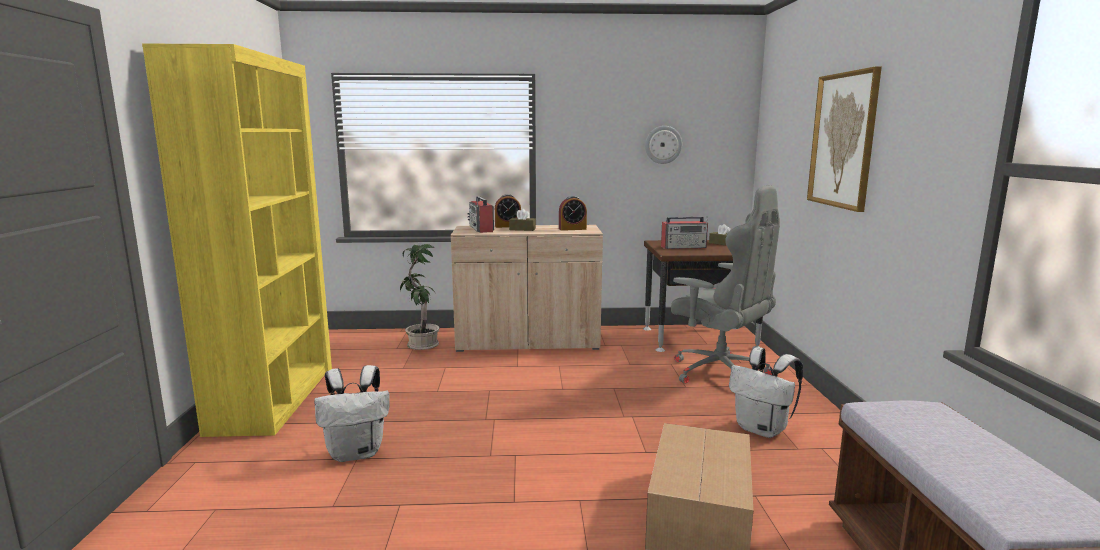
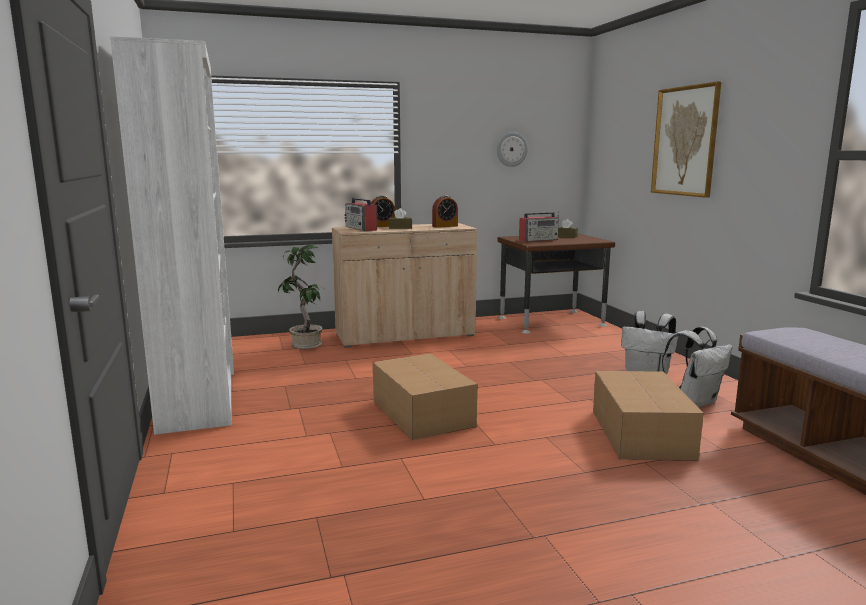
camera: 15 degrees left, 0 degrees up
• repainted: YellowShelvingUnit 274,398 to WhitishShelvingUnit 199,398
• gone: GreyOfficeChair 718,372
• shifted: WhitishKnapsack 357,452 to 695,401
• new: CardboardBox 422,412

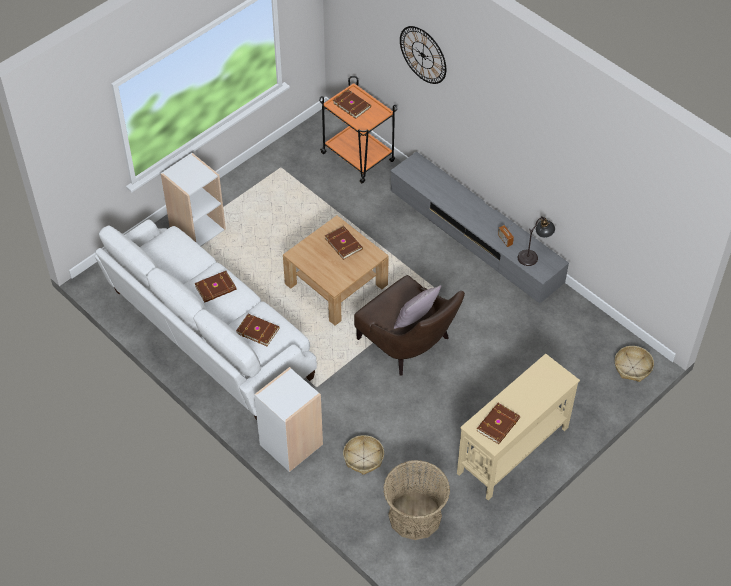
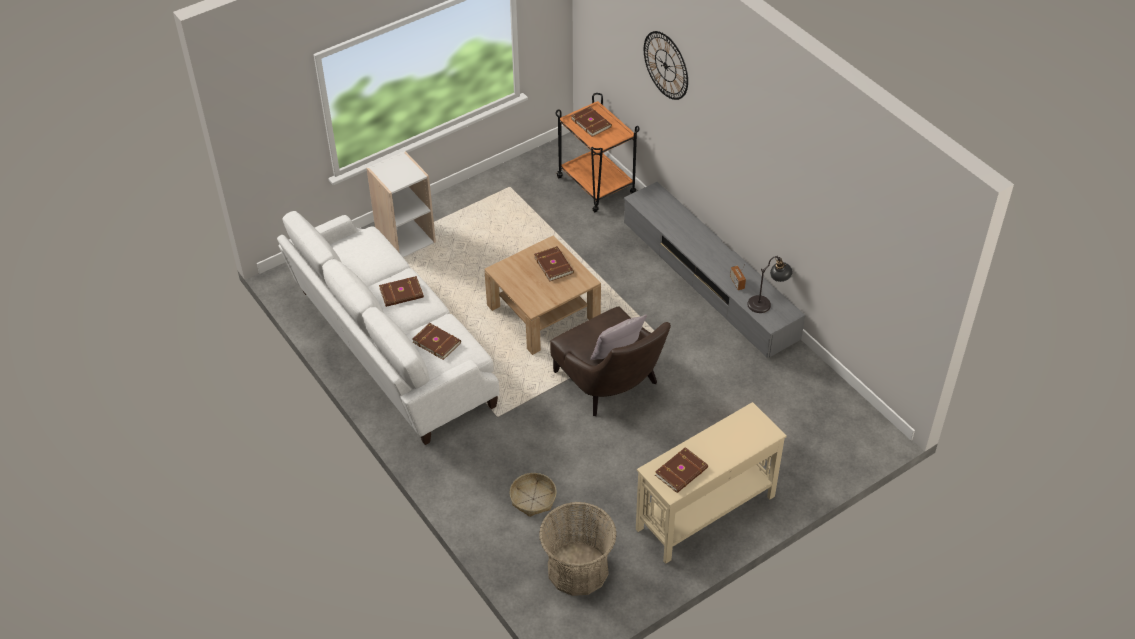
camera: 10 degrees right, 5 degrees down
• gone: StorageBasket 632,367
• gone: ShelvingUnit 291,444

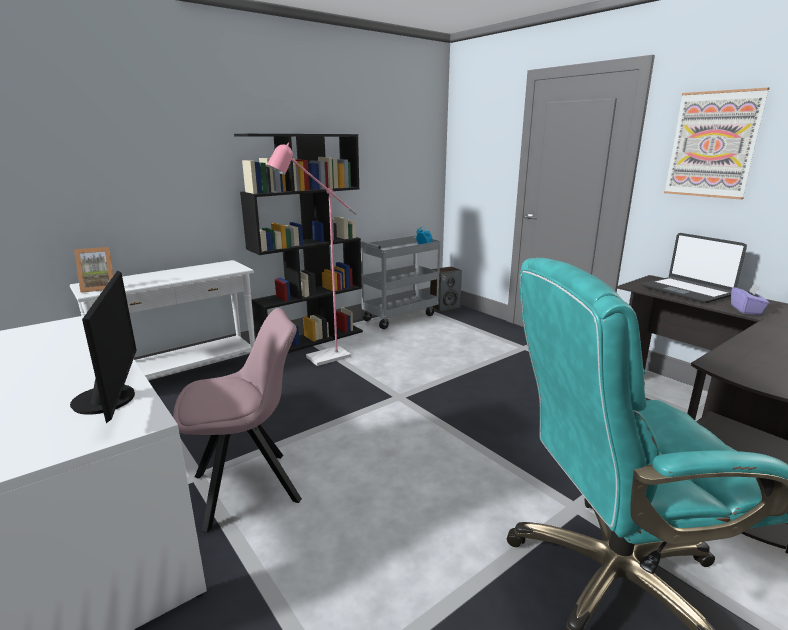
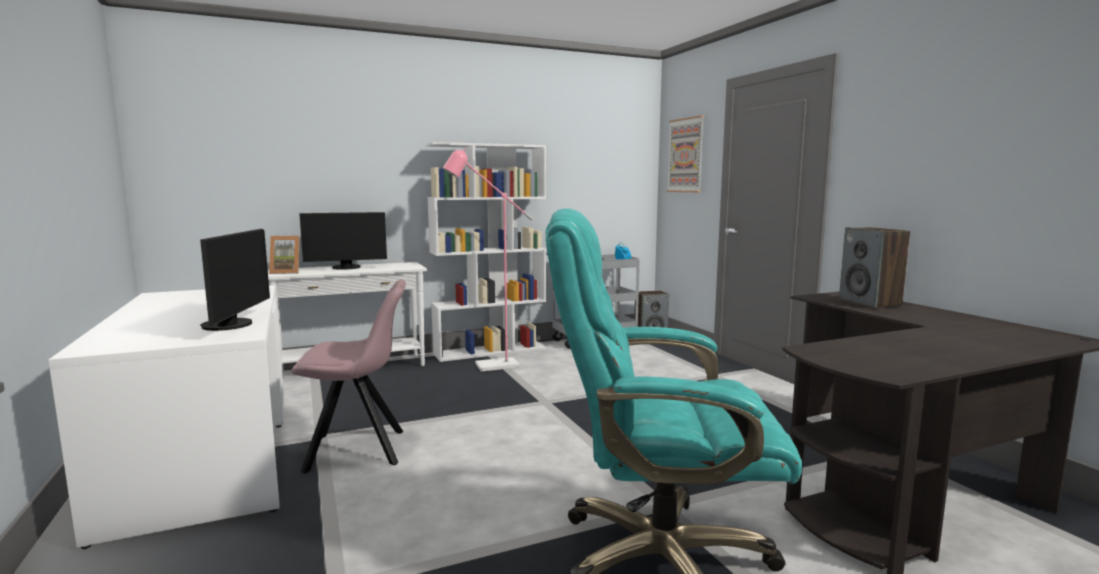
camera: 15 degrees right, 10 degrees down
• shifted: WallPicture 713,145 to 685,155
• repainted: BlackishShelvingUnit 311,339 to WhitishShelvingUnit 490,351
• swapped: Laptop 686,291 to AudioSpeaker 870,303
• gone: PurplishTissueHolder 746,310
• new: ComputerScreen 346,268

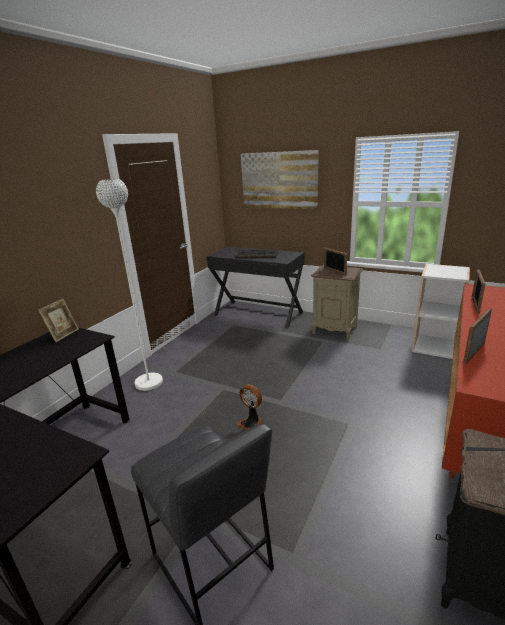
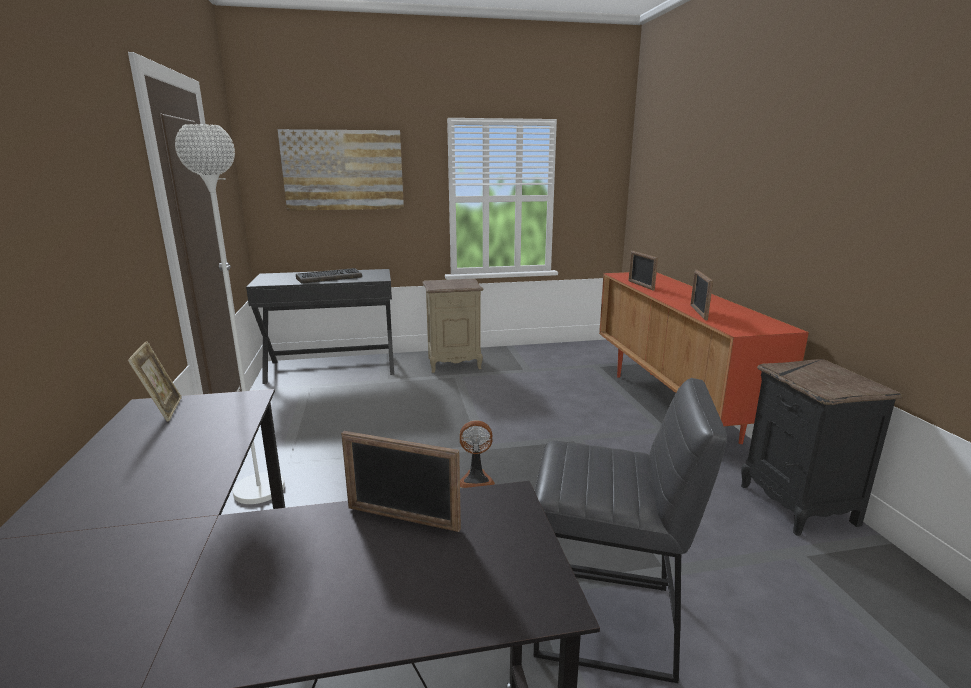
camera: 40 degrees left, 5 degrees down
• shifted: PictureFrame 334,271 to 402,518
• gone: ShelvingUnit 434,346

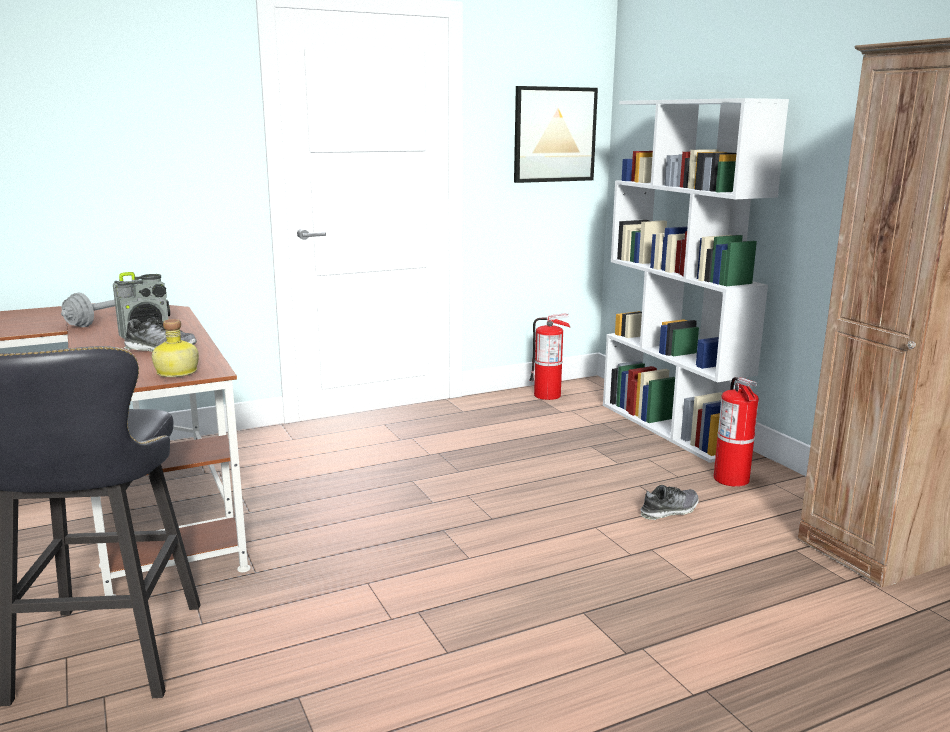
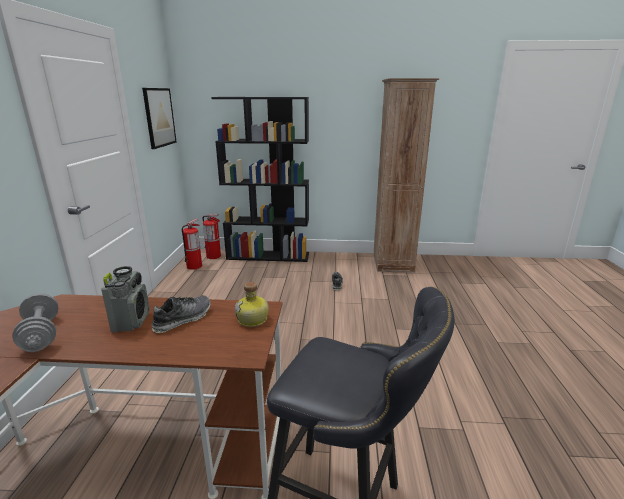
camera: 60 degrees left, 5 degrees up
• repainted: WhitishShelvingUnit 671,428 to BlackishShelvingUnit 269,256
• shifted: Extinguisher 731,479 to 214,256

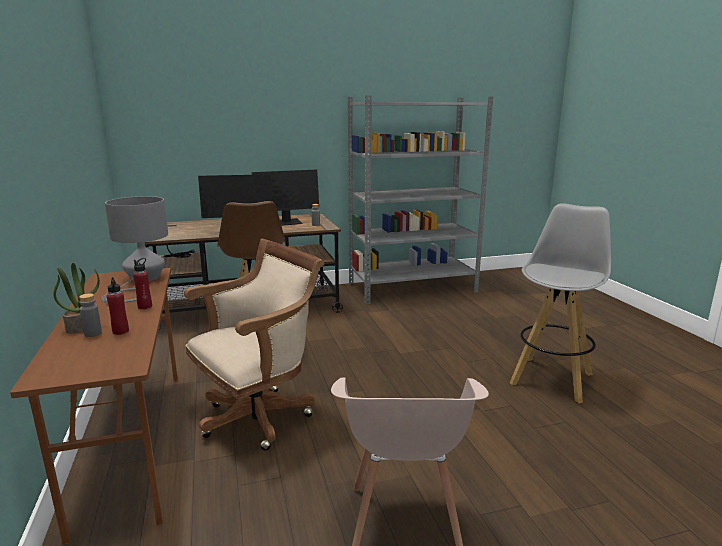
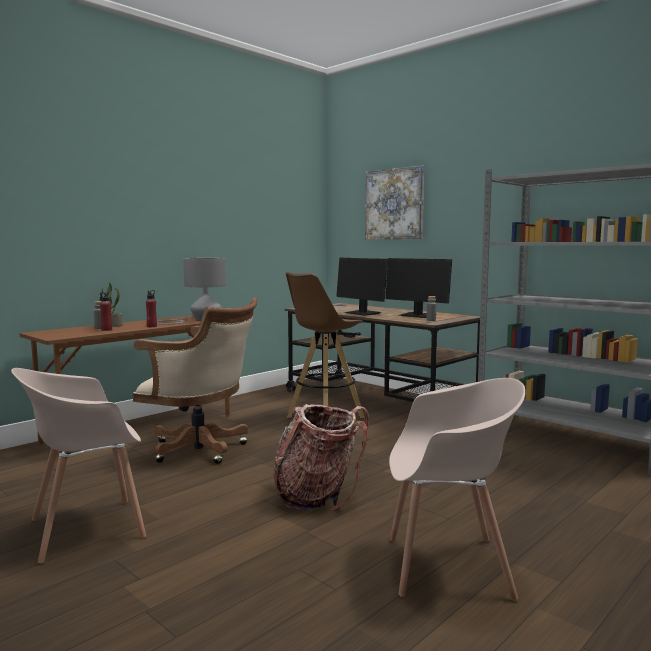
camera: 60 degrees right, 10 degrees down
• swapped: GreyStool 553,378 to BeigeUprightChair 450,567
• new: WallPicture 394,204
• new: Knapsack 318,496

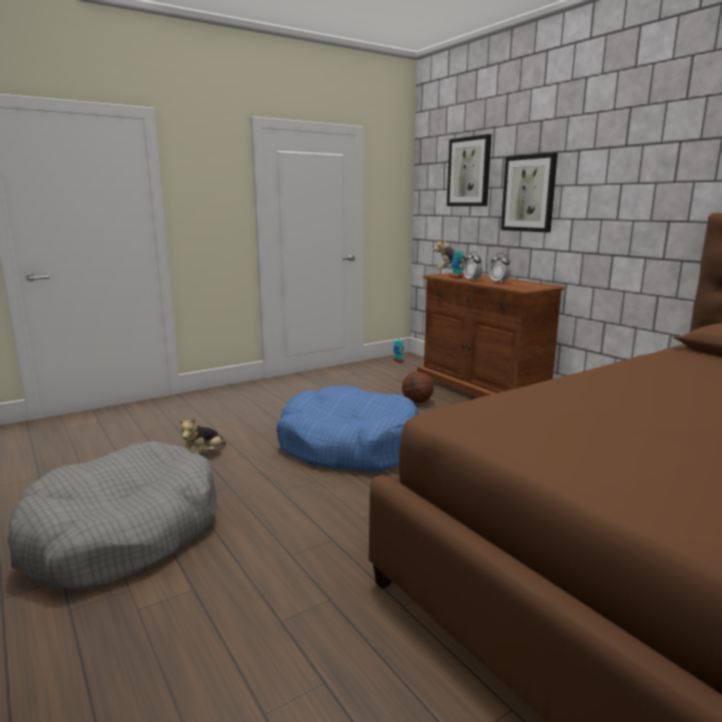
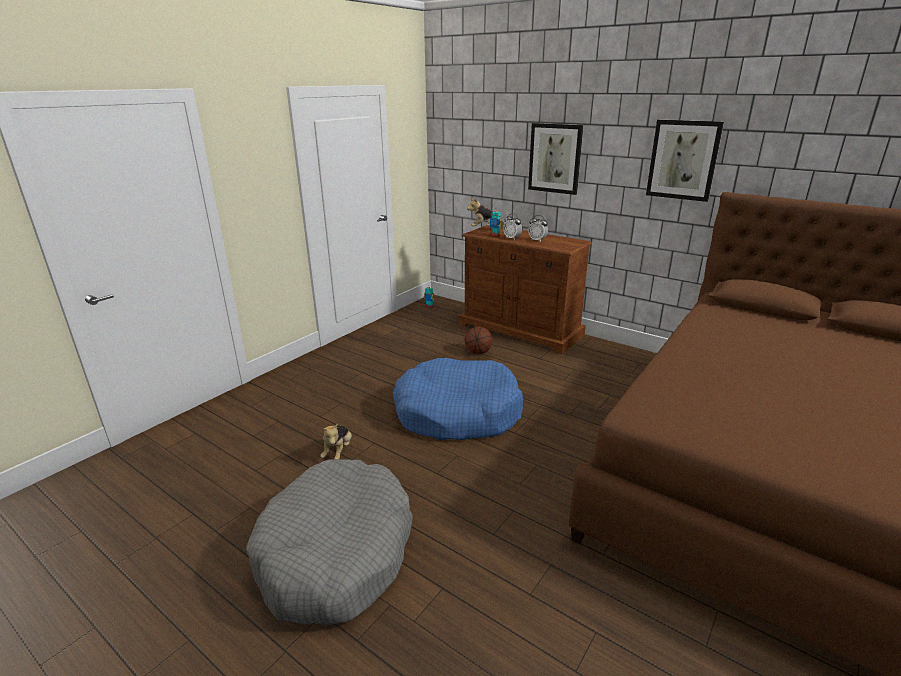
camera: 20 degrees left, 10 degrees up
• shifted: WallPicture 469,172 to 683,160

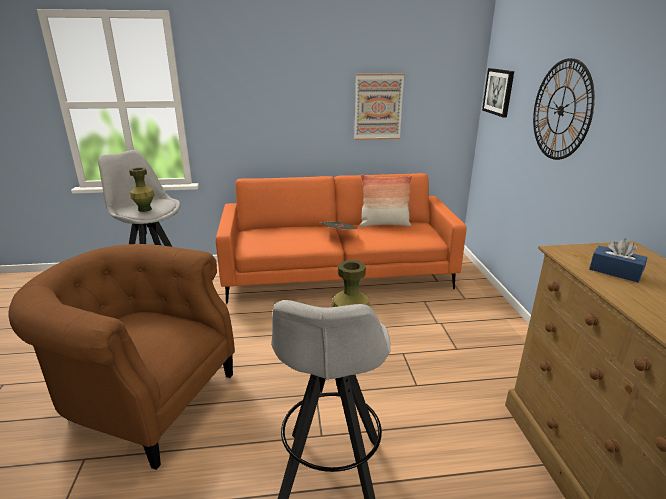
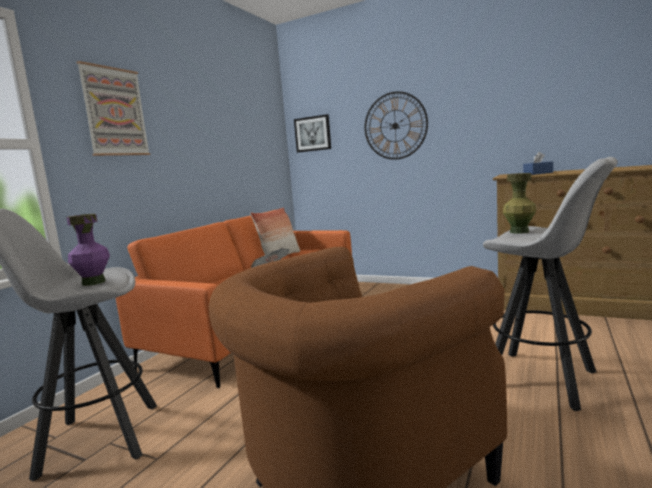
camera: 55 degrees left, 15 degrees down
• shifted: WallPicture 378,107 to 114,112
• repainted: GreenDecorativeVase 144,209 to PurplishDecorativeVase 93,282

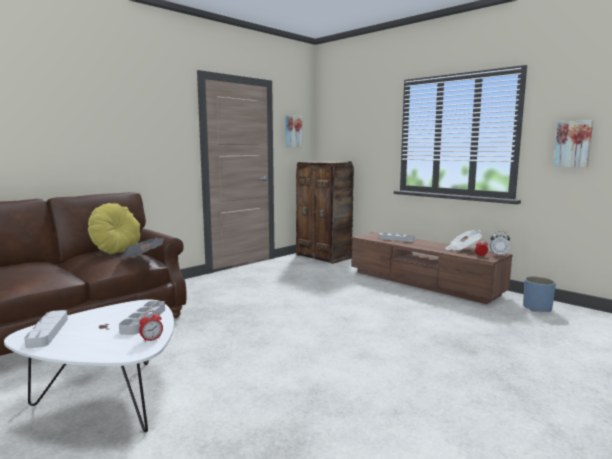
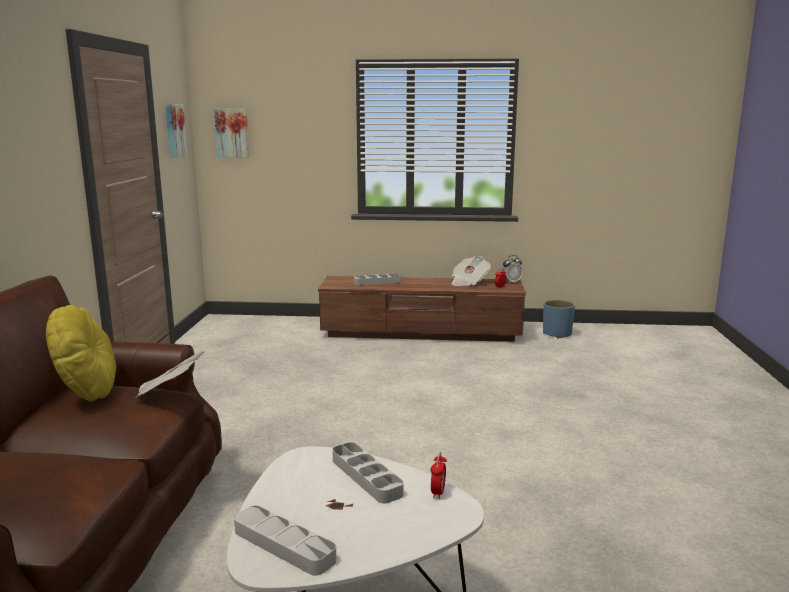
camera: 40 degrees left, 5 degrees up
• shifted: WallPicture 573,144 to 232,133
• gone: BrownishStorageCabinet 324,256

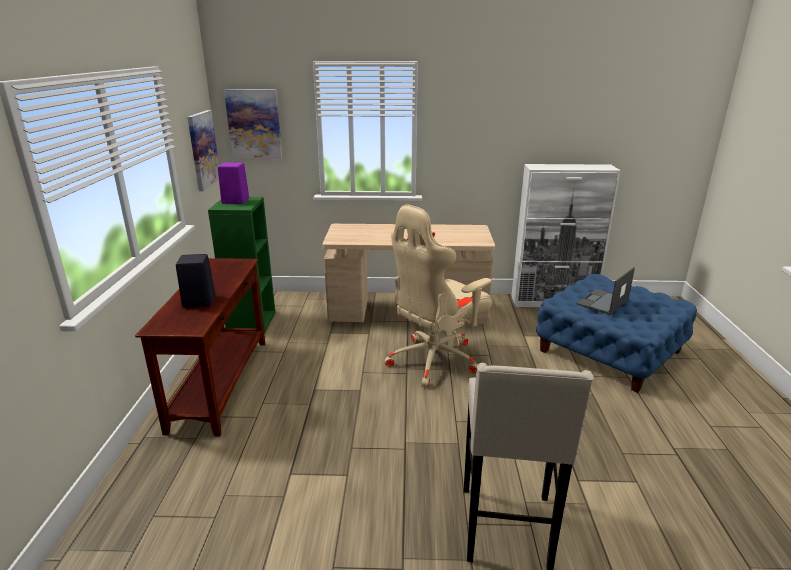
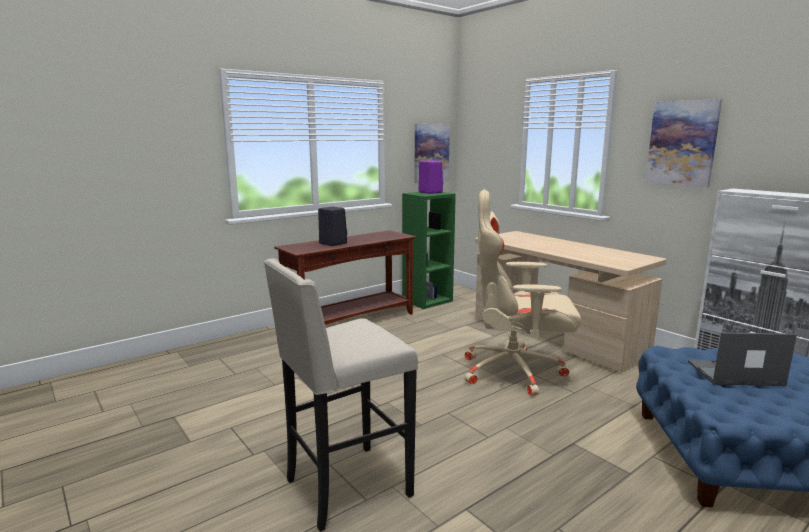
camera: 50 degrees right, 10 degrees down
• shifted: WallPicture 254,124 to 682,143

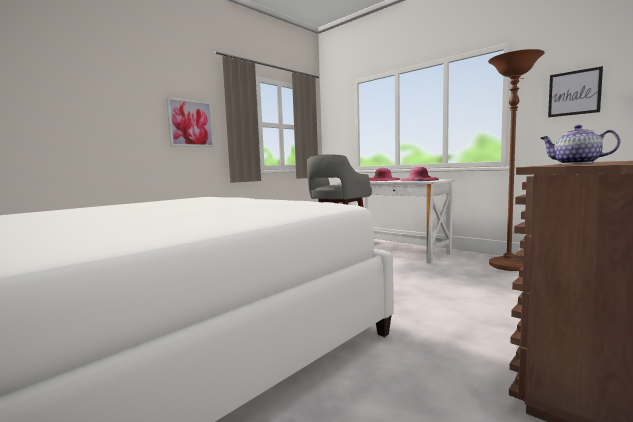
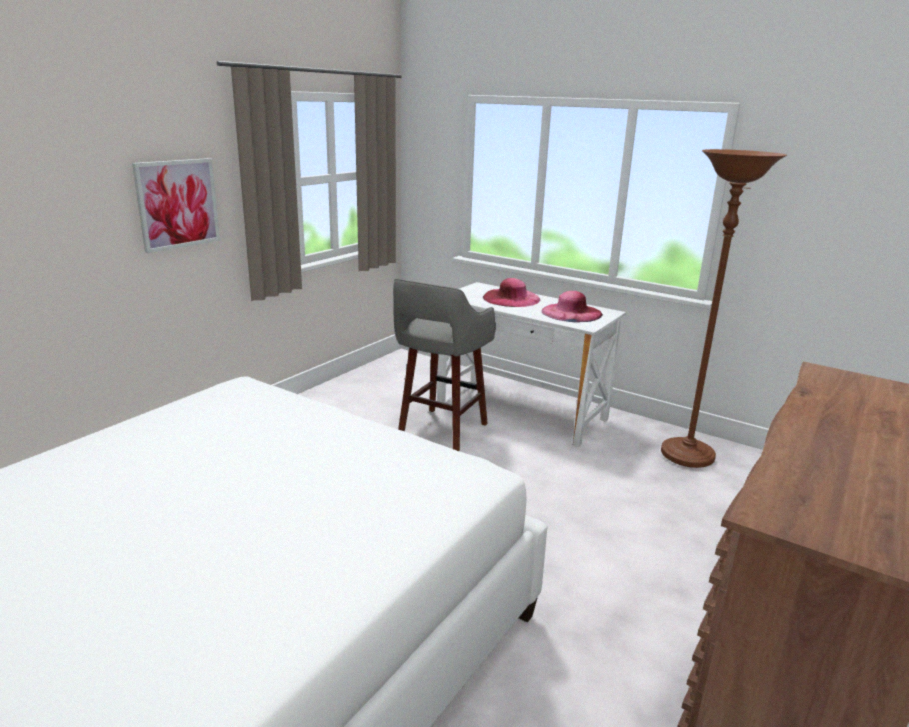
camera: 10 degrees left, 15 degrees up
• gone: WallPicture 574,93
• gone: Teapot 576,164

